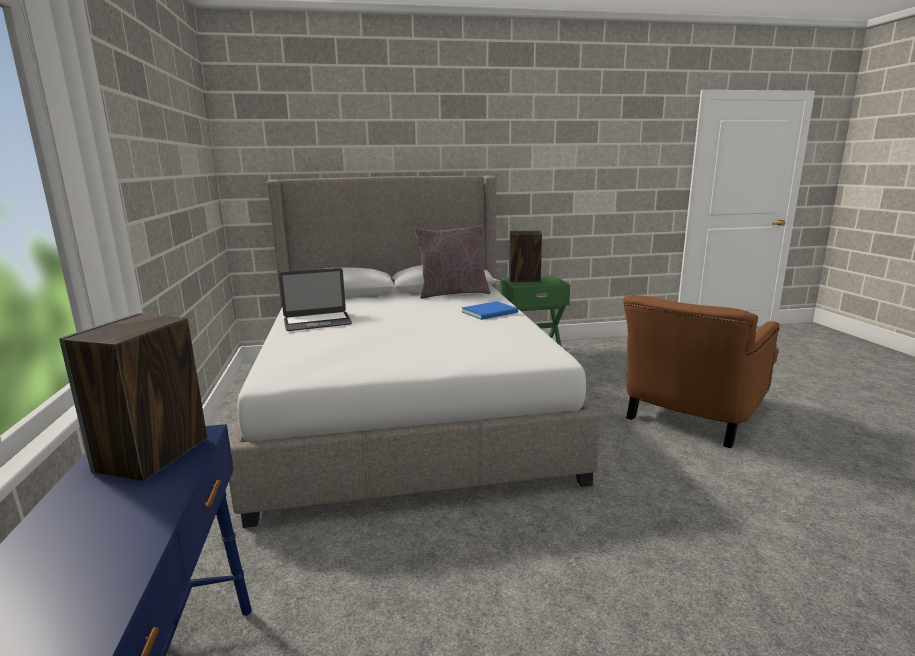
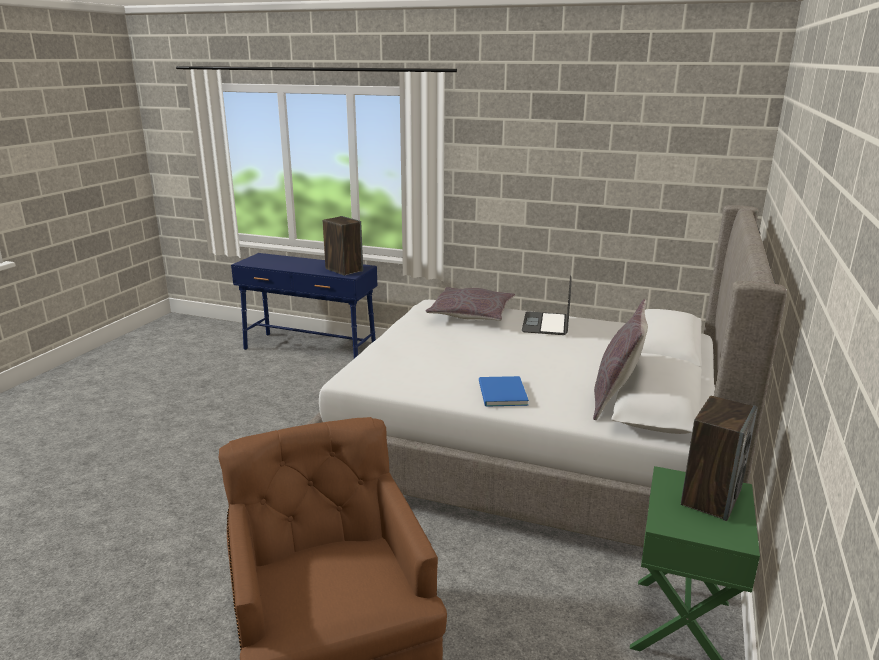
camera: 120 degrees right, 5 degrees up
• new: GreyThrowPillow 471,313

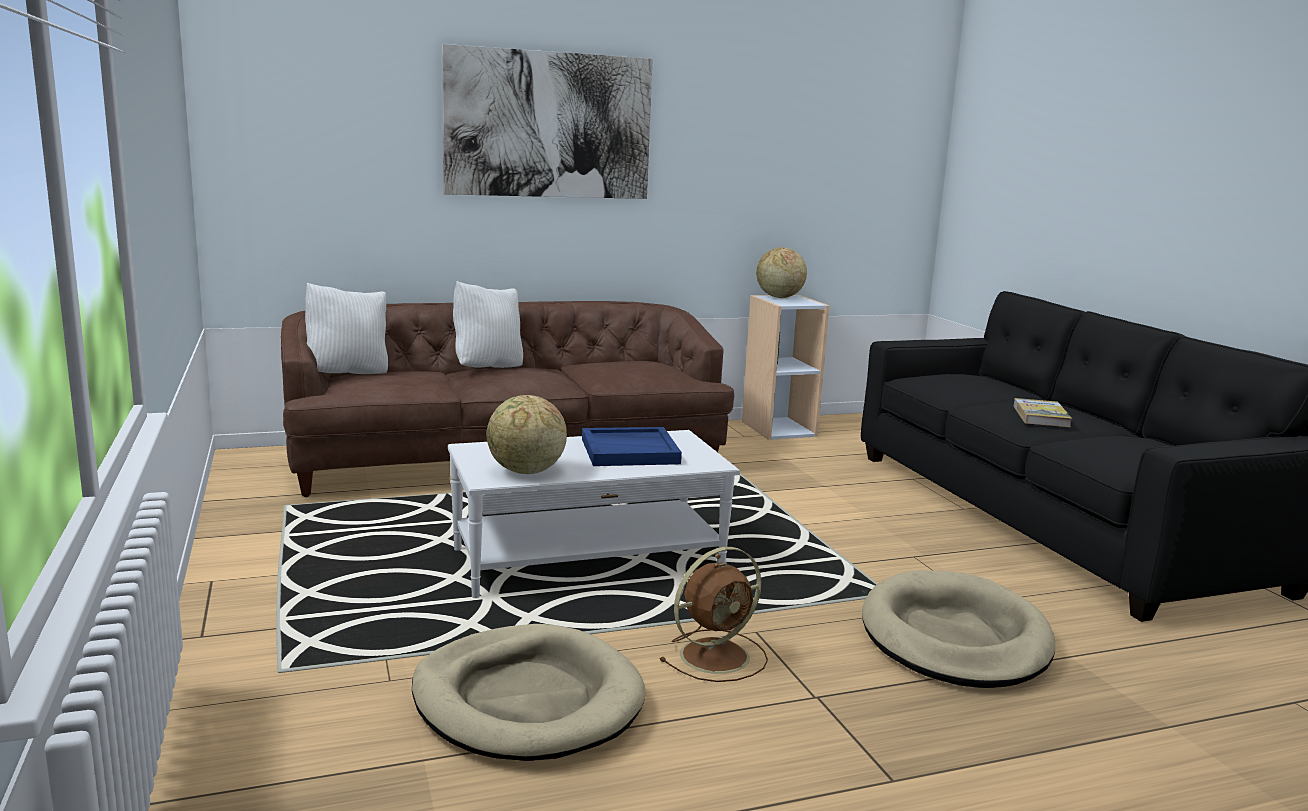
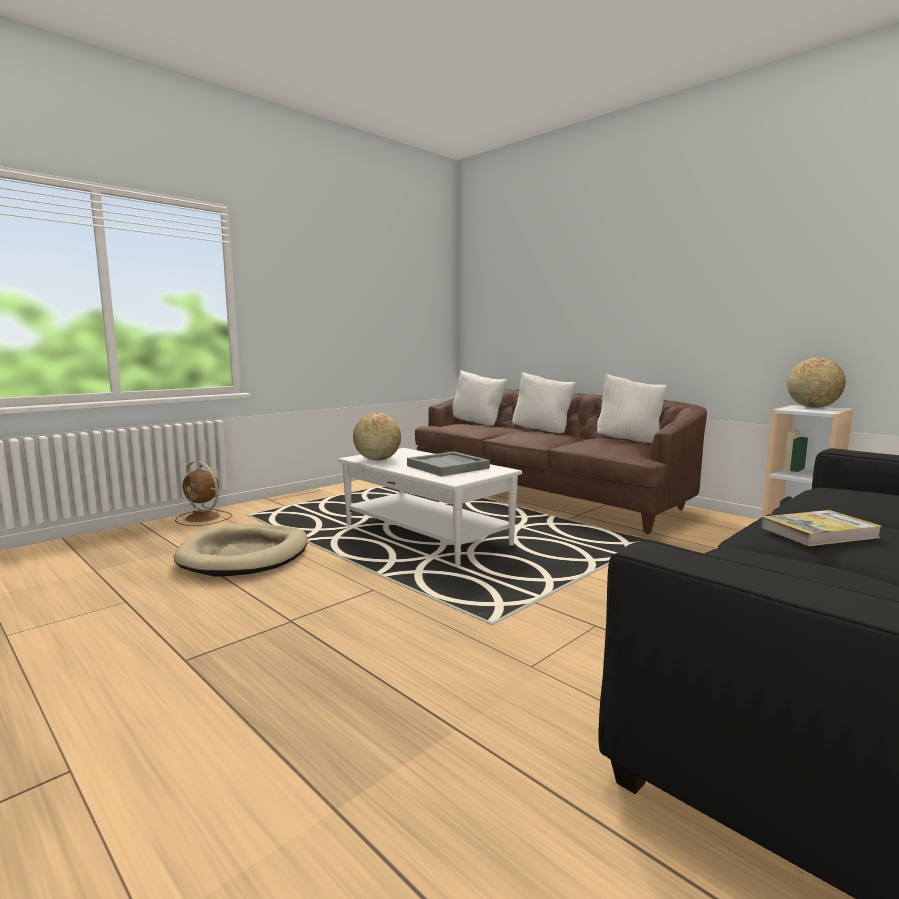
camera: 65 degrees right, 5 degrees down
• gone: WallPicture 548,125
• repainted: BlueCarryingTray 630,451 to GreyCarryingTray 448,467
• shifted: BrownishFan 717,655 to 204,518
• gone: BeigeDogCushion 954,637
• new: WhitishThrowPillow 629,441

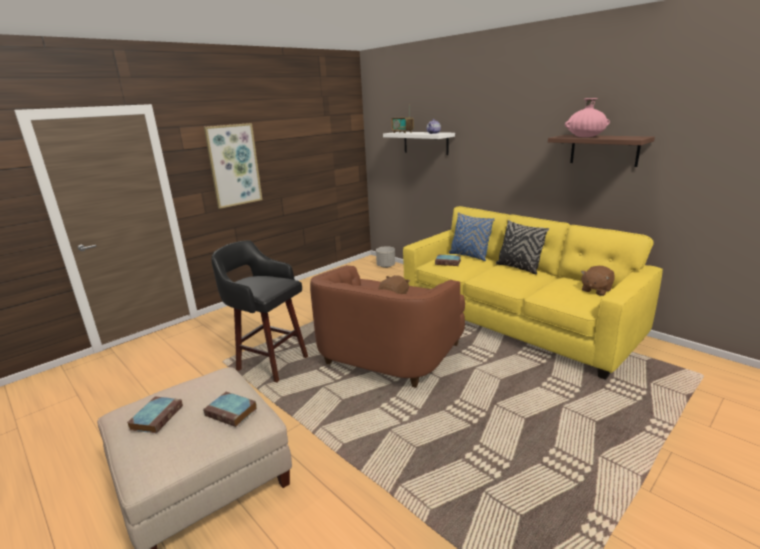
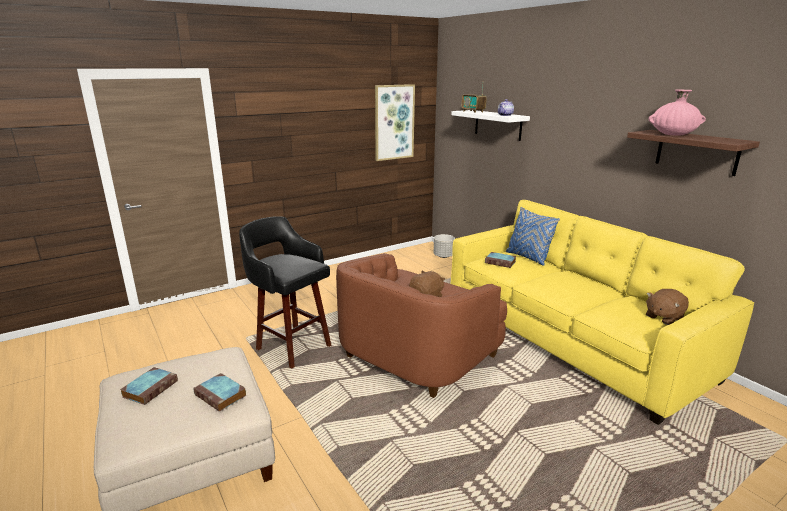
camera: 10 degrees right, 0 degrees up
• shifted: WallPicture 234,165 to 394,122
• gone: BlackishThrowPillow 518,268

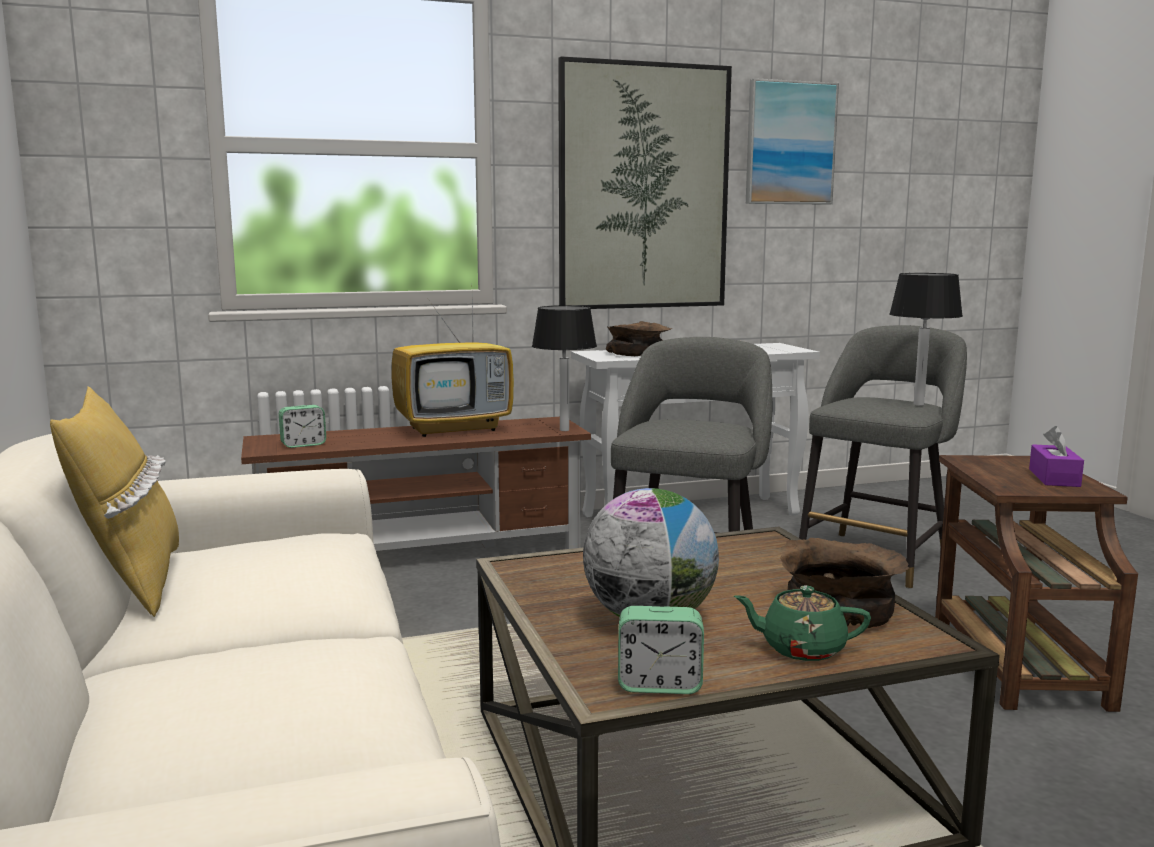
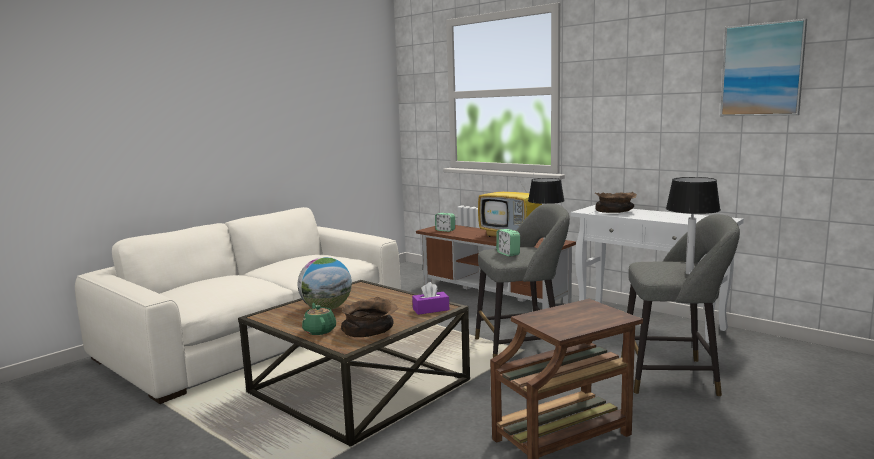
camera: 60 degrees right, 0 degrees up
• gone: WallPicture 643,187
• gone: YellowThrowPillow 131,583
• shifted: PurplishTissueHolder 1054,478 to 431,309
• shifted: AlarmClock 659,685 to 508,254

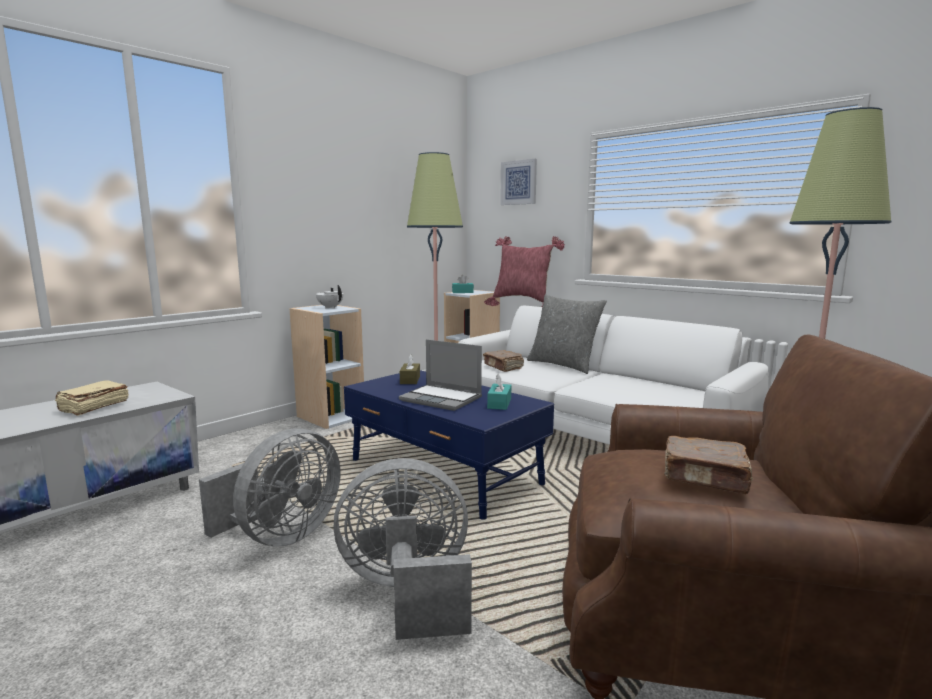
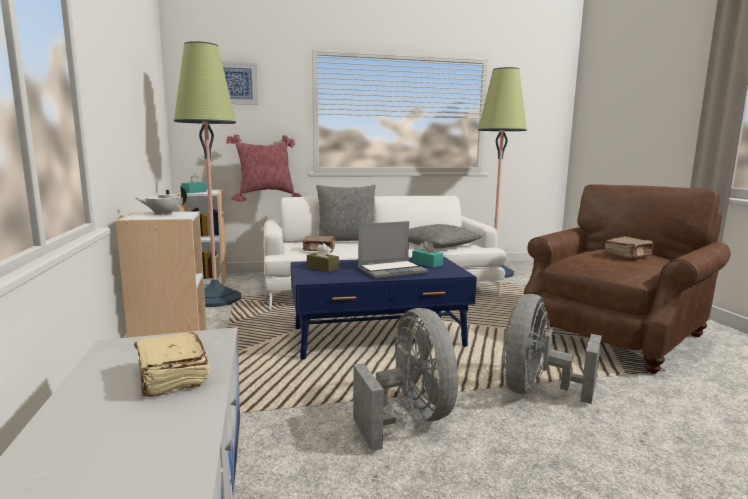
camera: 55 degrees left, 0 degrees up
• new: GreyThrowPillow 438,245

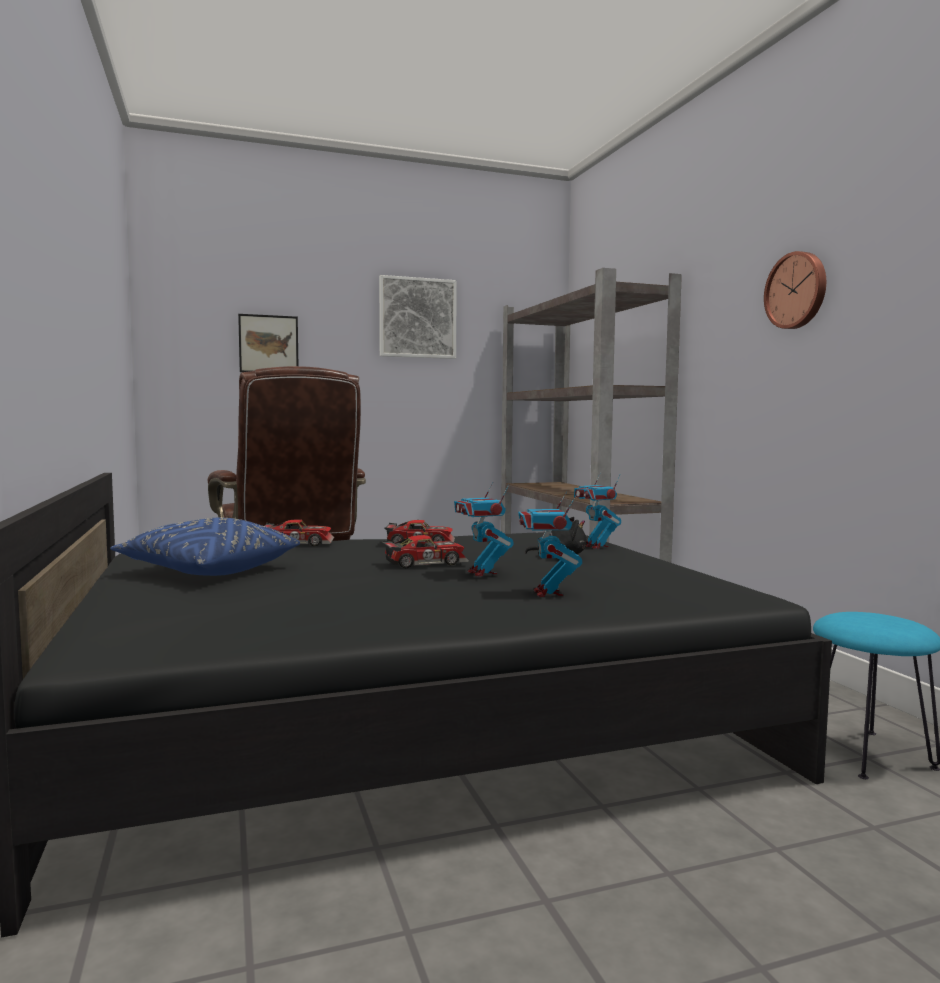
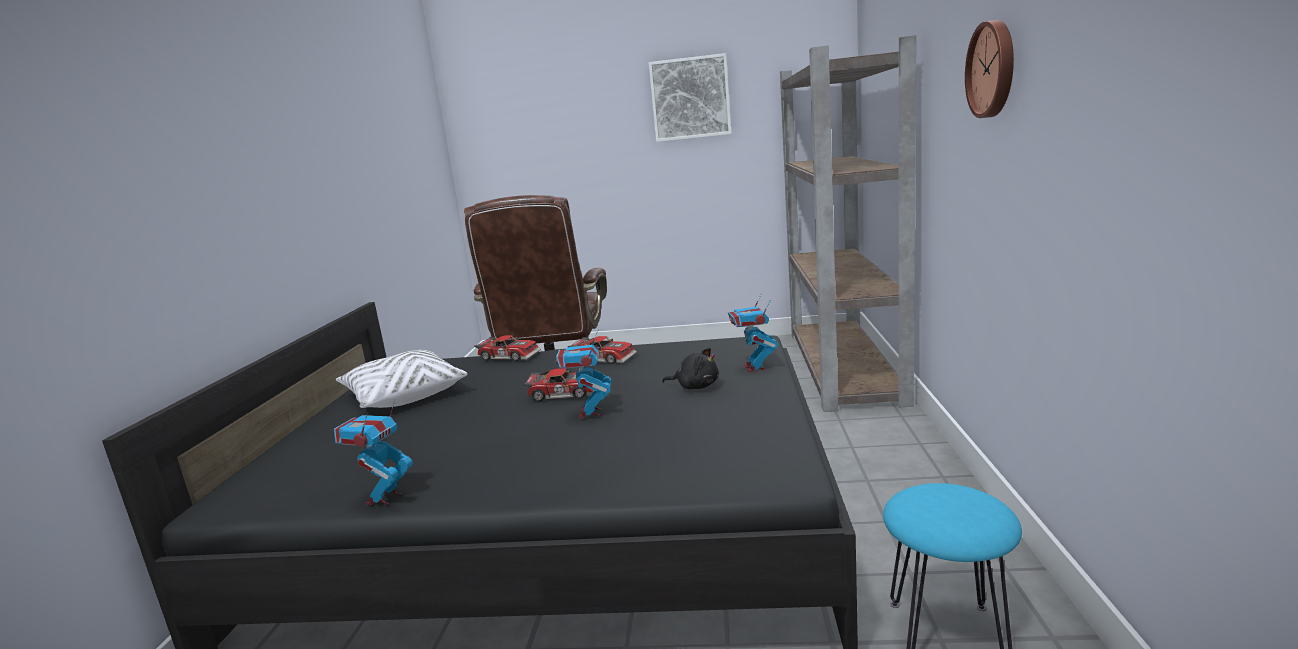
camera: 25 degrees right, 10 degrees up
• gone: WallPicture 268,344
• shifted: ModelRobot 547,593 to 384,498
• repainted: BlueThrowPillow 208,571 to WhitishThrowPillow 403,396

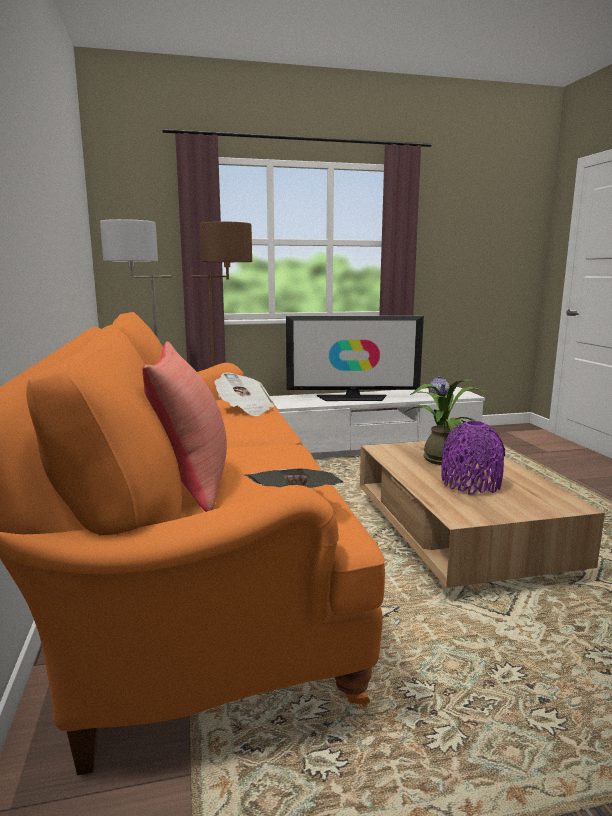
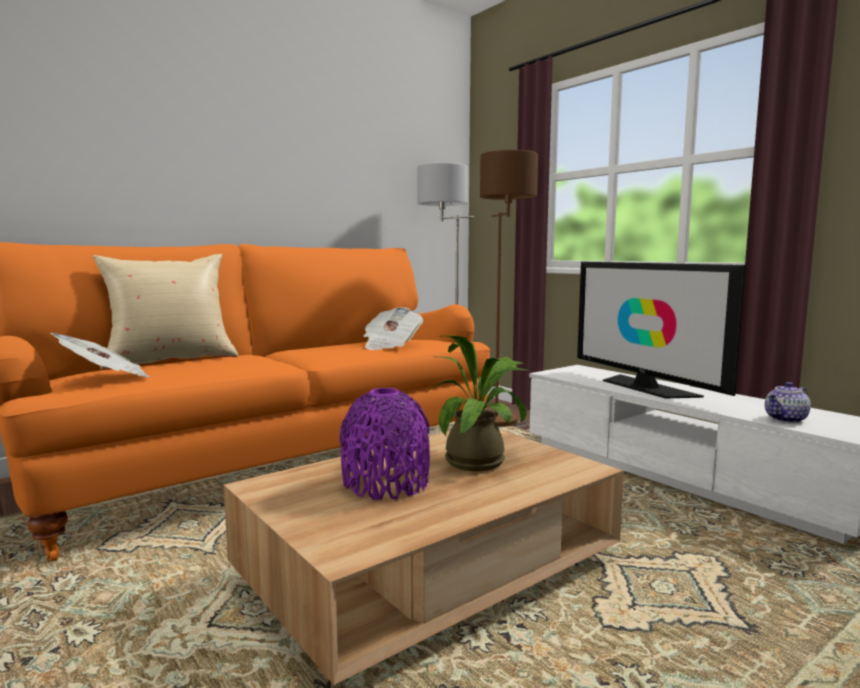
camera: 65 degrees right, 5 degrees down
• repainted: RedColouredThrowPillow 191,481 to BeigeThrowPillow 170,360

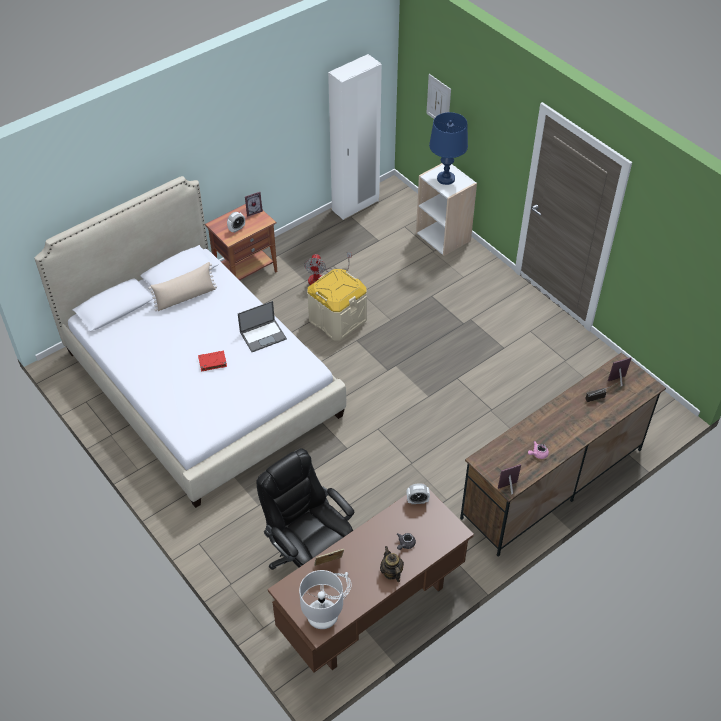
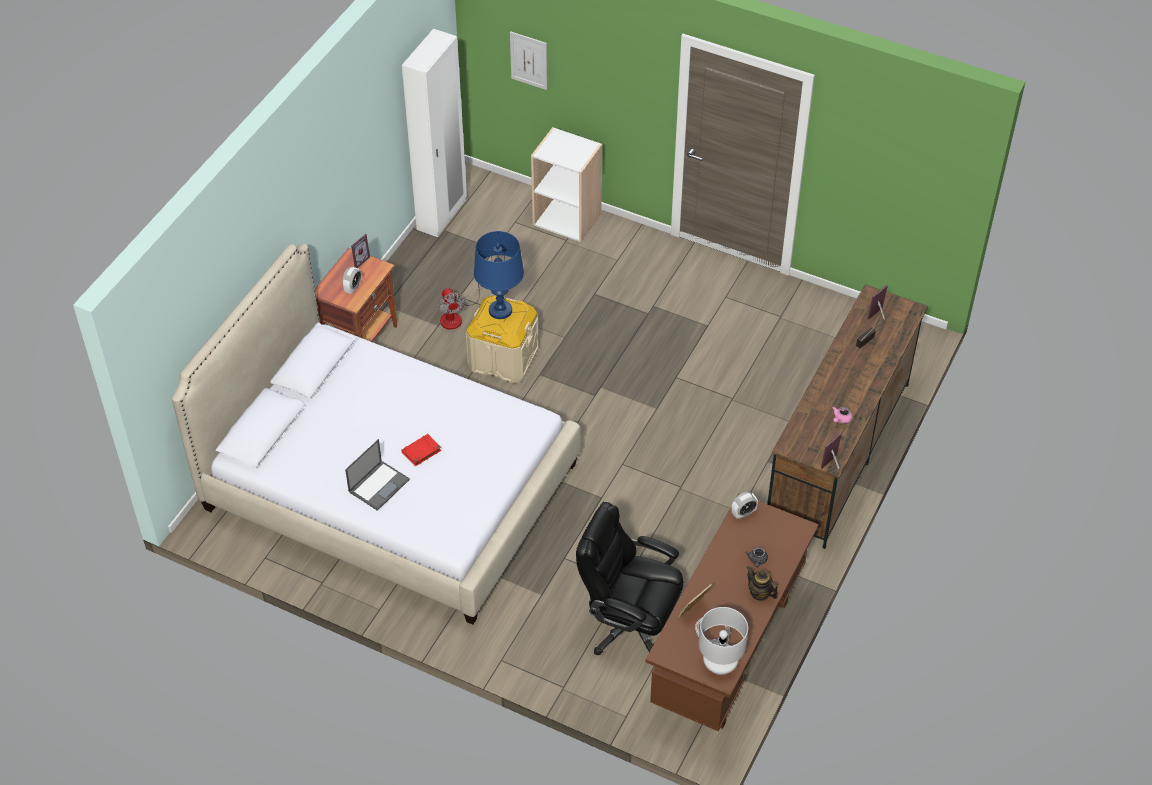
camera: 25 degrees left, 0 degrees up
• shifted: BlueLampForATable 445,178 to 500,310
• gone: BeigeThrowPillow 185,297
• shifted: Laptop 263,335 to 379,485

